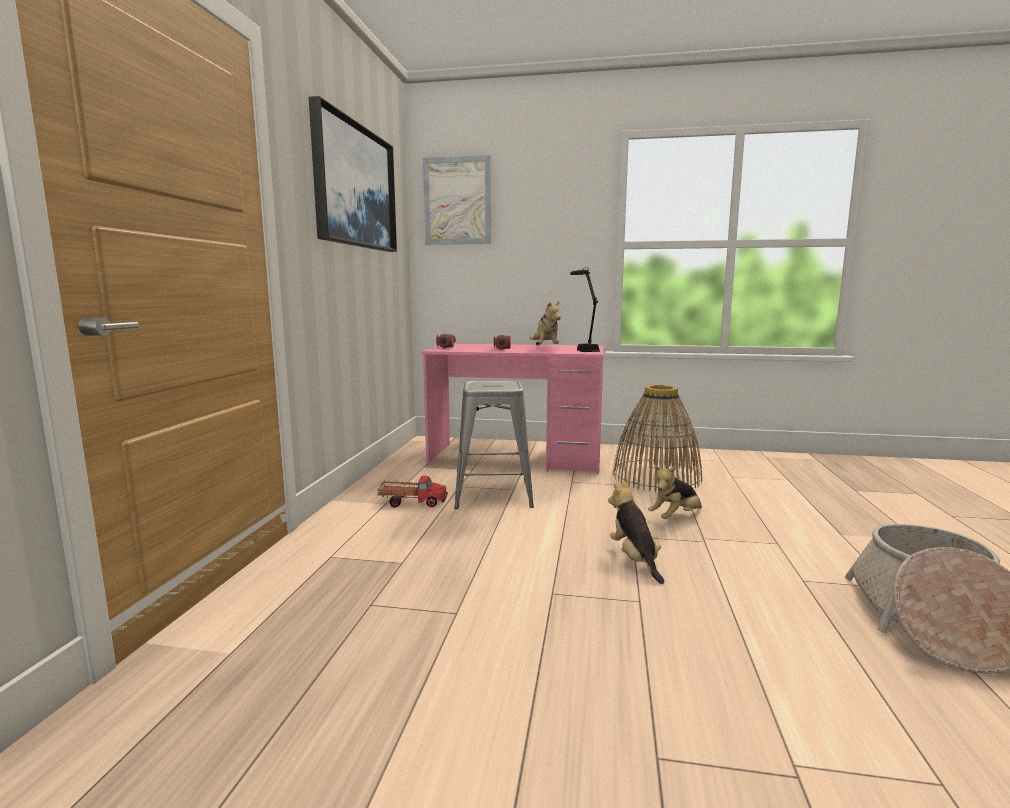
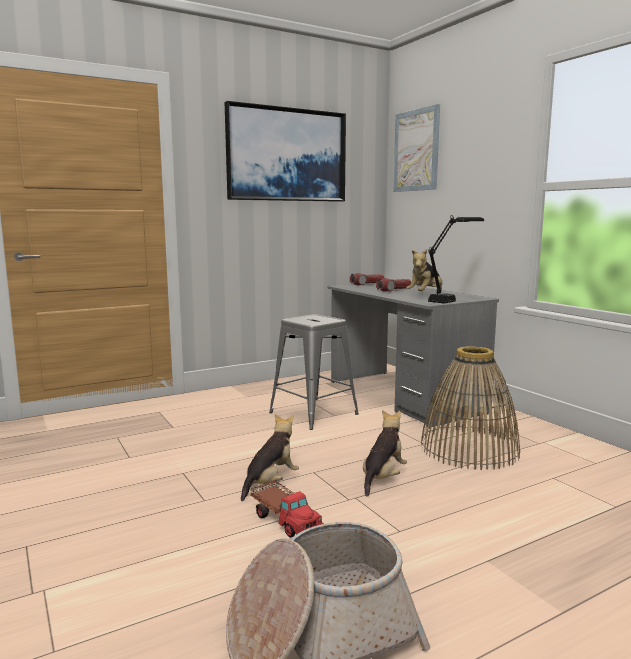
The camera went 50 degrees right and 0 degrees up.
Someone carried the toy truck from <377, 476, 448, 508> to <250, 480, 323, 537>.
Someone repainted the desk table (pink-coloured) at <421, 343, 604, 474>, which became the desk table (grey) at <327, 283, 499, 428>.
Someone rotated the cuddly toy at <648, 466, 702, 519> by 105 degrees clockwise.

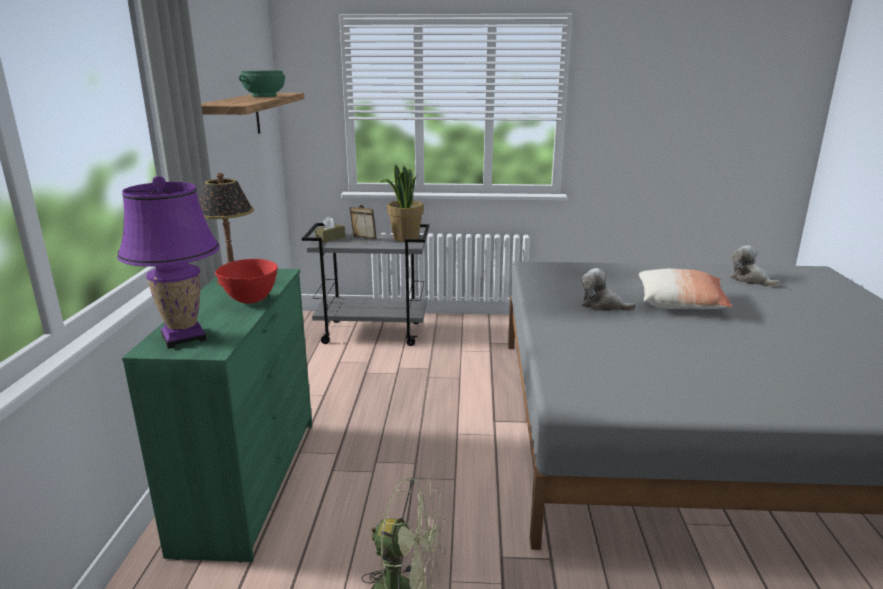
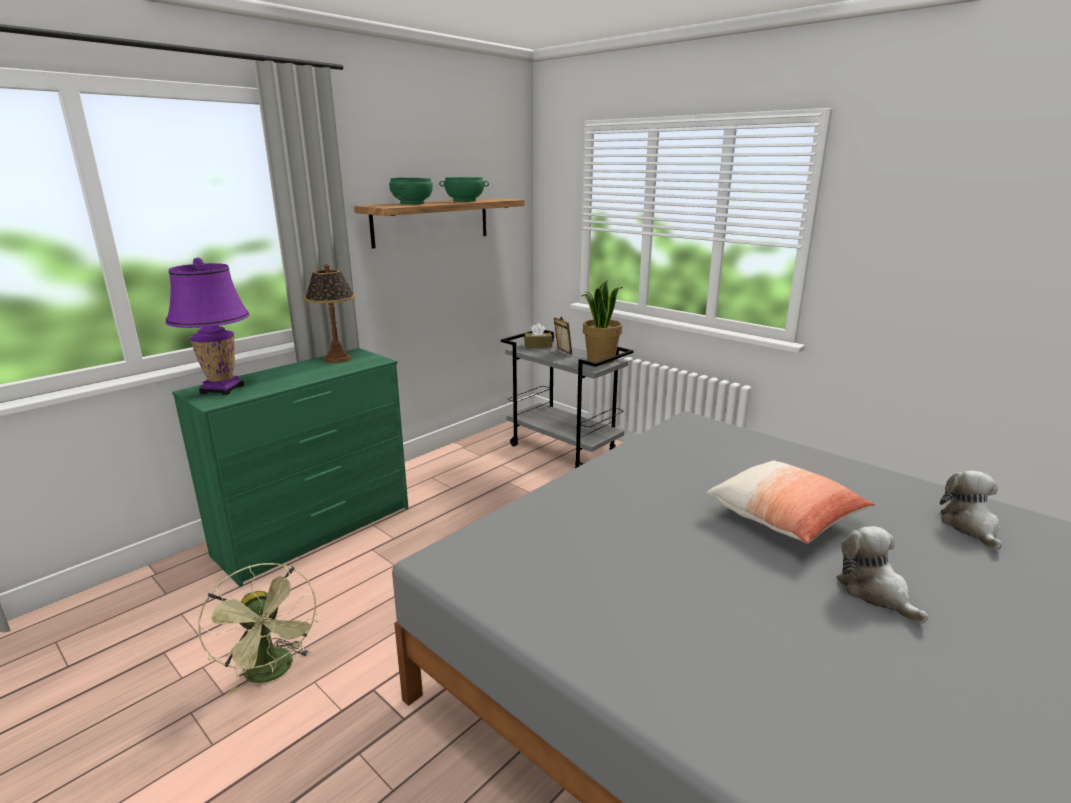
The camera went 40 degrees right and 0 degrees up.
Someone took away the bowl (reddish) at <215, 259, 278, 304>.
Someone carried the cuddly toy from <581, 268, 637, 311> to <836, 526, 928, 624>.
Someone put down the bowl (greenish) at <389, 178, 433, 204>.

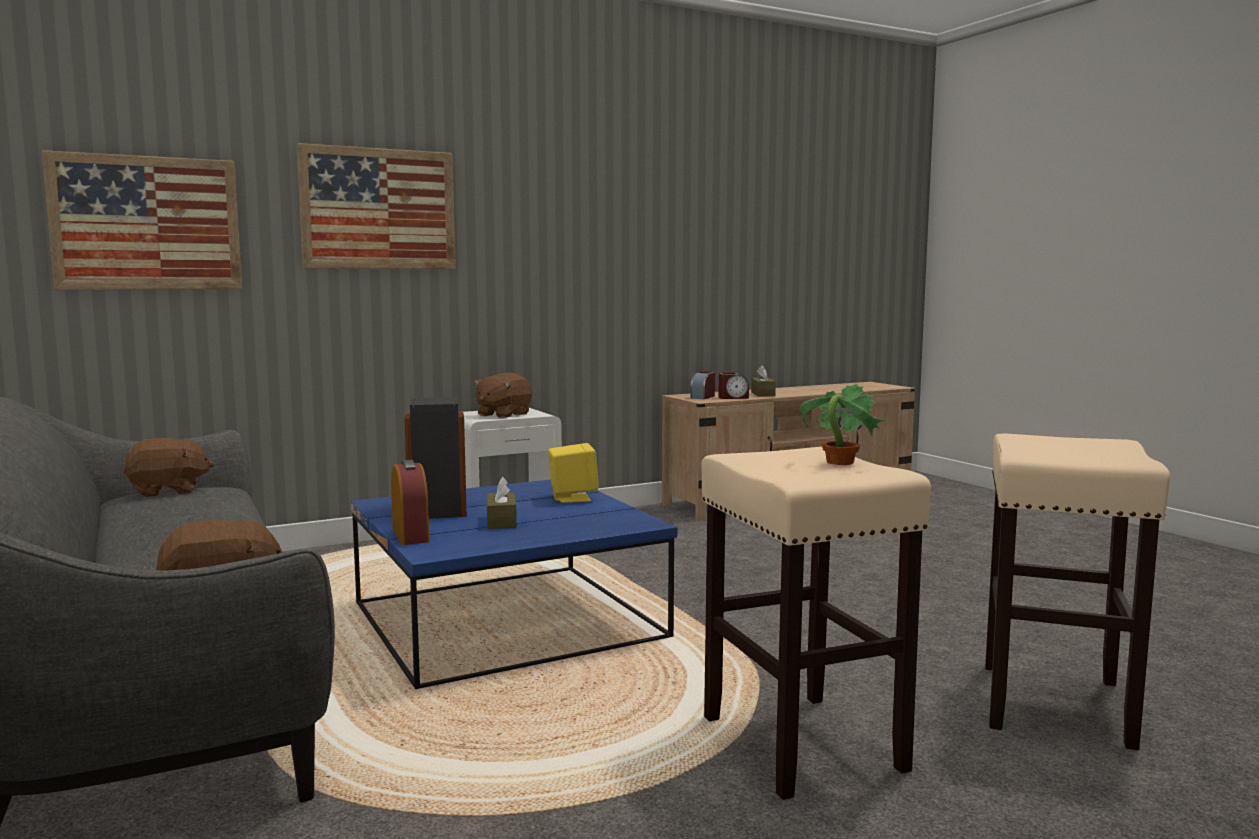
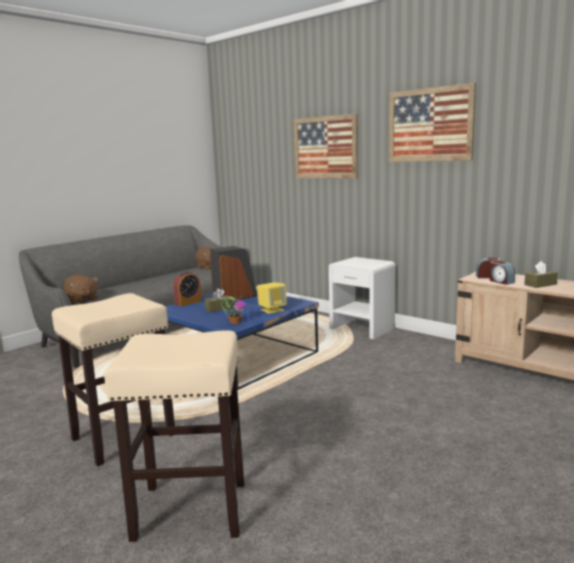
The camera went 70 degrees right and 5 degrees up.
Someone carried the picture from <42, 150, 242, 290> to <389, 83, 476, 162>.
Someone took away the cuddly toy (brown-coloured) at <474, 373, 532, 418>.
Someone carried the houseplant from <800, 384, 885, 465> to <221, 295, 246, 324>.

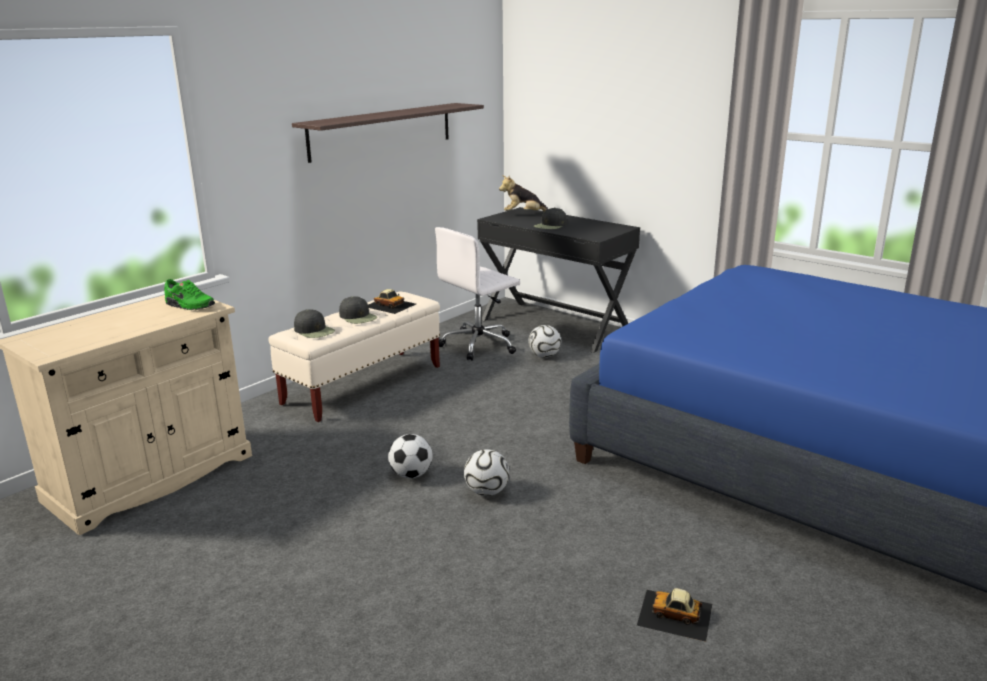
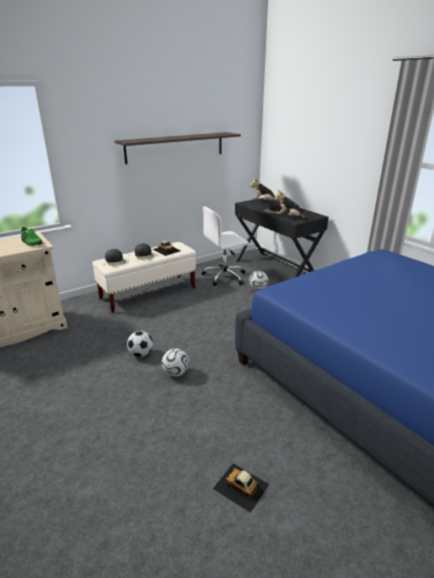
The camera went 15 degrees right and 5 degrees up.
Someone put down the cuddly toy at <274, 190, 309, 220>.

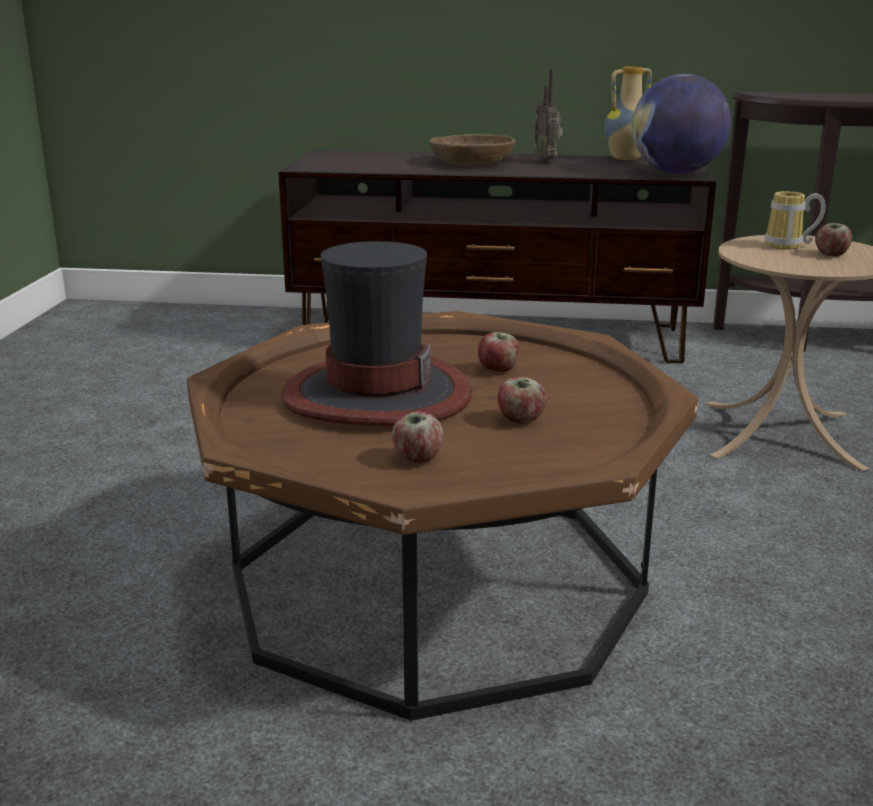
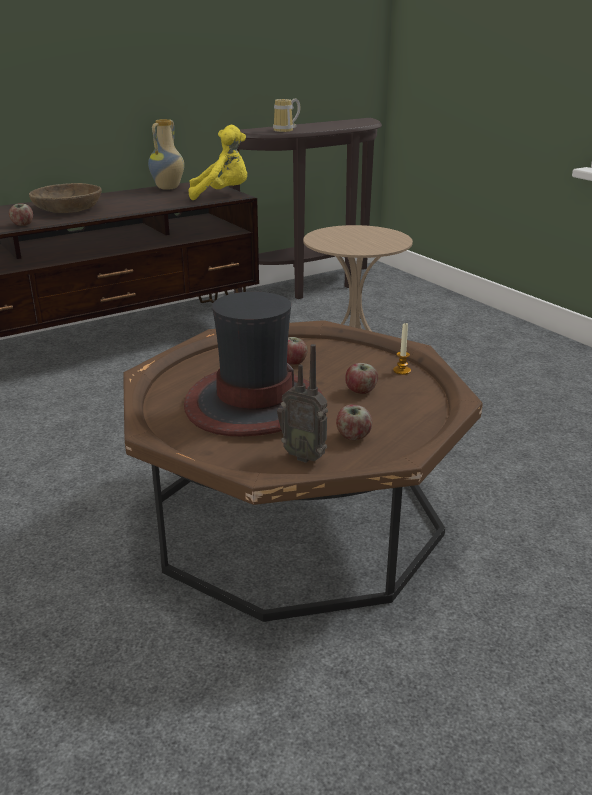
The camera went 40 degrees left and 5 degrees up.
Someone carried the radio receiver from <535, 69, 563, 162> to <277, 344, 328, 463>.
Someone swapped the world globe at <632, 74, 731, 174> for the cuddly toy (yellow-coloured) at <189, 125, 247, 200>.
Someone carried the tea mug from <764, 191, 826, 249> to <273, 99, 300, 132>.
Someone carried the apple fruit from <815, 223, 852, 256> to <9, 203, 33, 226>.
Someone put down the candle at <393, 322, 411, 375>.

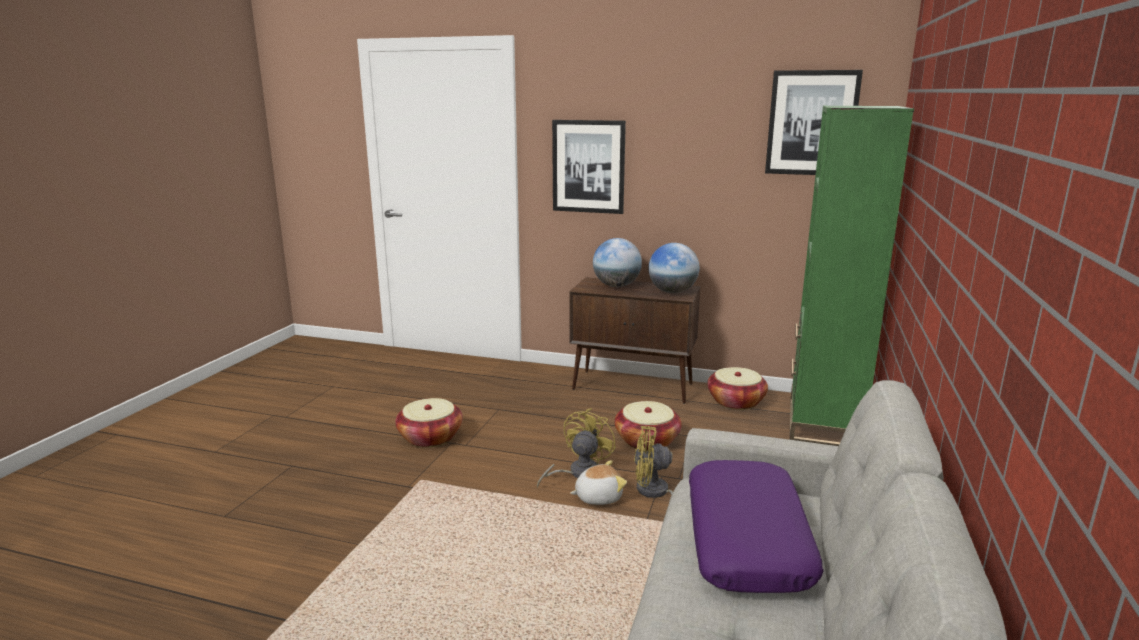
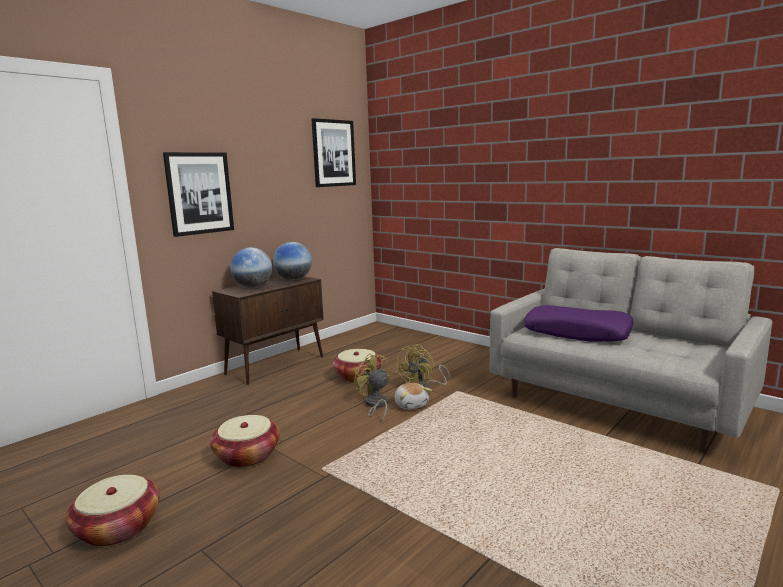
The camera went 65 degrees left and 5 degrees down.
Someone rotated the cuddly toy at <570, 460, 627, 505> by 150 degrees clockwise.
Someone carried the basket from <707, 367, 768, 410> to <65, 475, 160, 547>.
Someone took away the bookshelf (greenish) at <790, 106, 914, 446>.

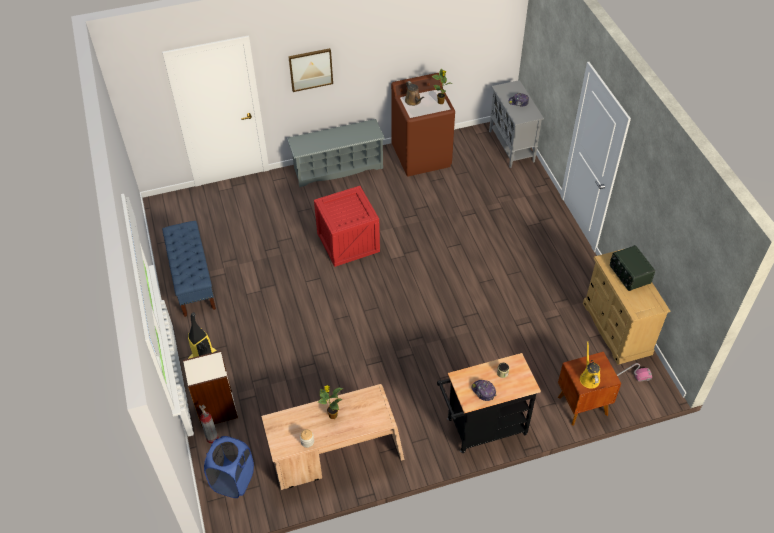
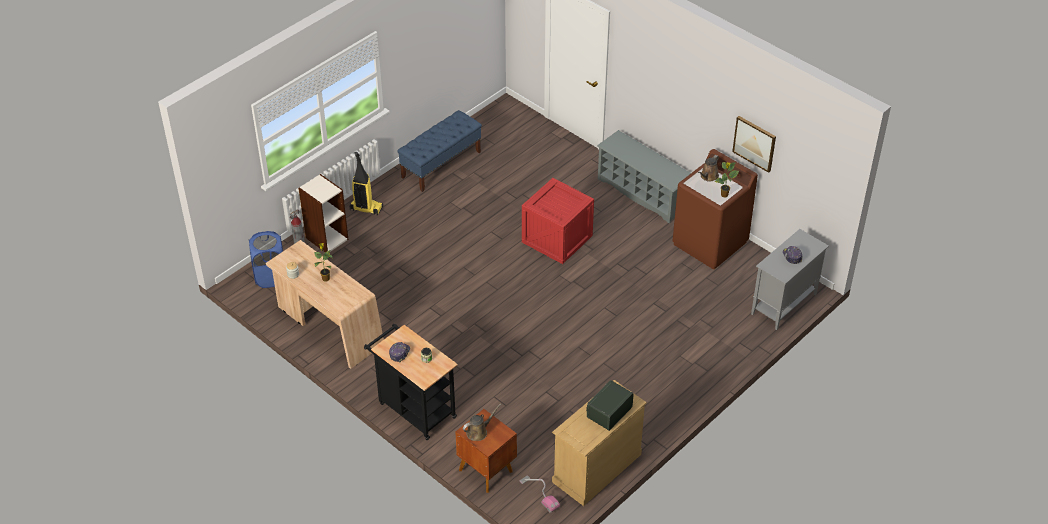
The camera went 60 degrees right and 5 degrees down.
Someone carried the picture from <288, 48, 333, 92> to <732, 116, 776, 173>.
Someone repainted the sprinkling can (yellow-coloured) at <580, 341, 600, 389>, which became the sprinkling can (brown-coloured) at <463, 403, 501, 441>.

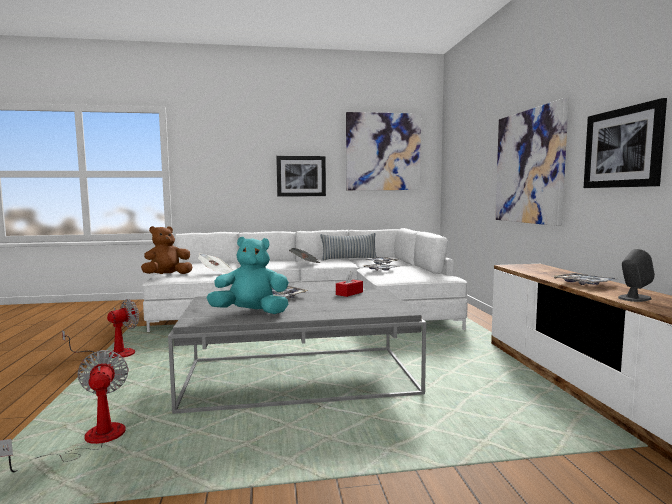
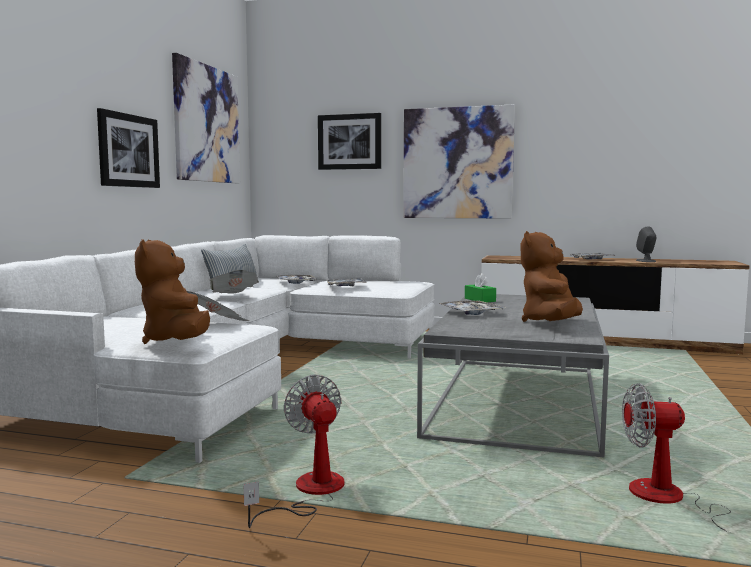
The camera went 65 degrees left and 0 degrees up.
Someone repainted the cuddly toy (turquoise-coloured) at <206, 237, 289, 314>, which became the cuddly toy (brown-coloured) at <521, 231, 583, 322>.
Someone repainted the box of tissues (reddish) at <336, 271, 363, 297>, which became the box of tissues (greenish) at <465, 273, 496, 302>.
Someone carried the picture from <584, 98, 667, 188> to <318, 113, 381, 170>.

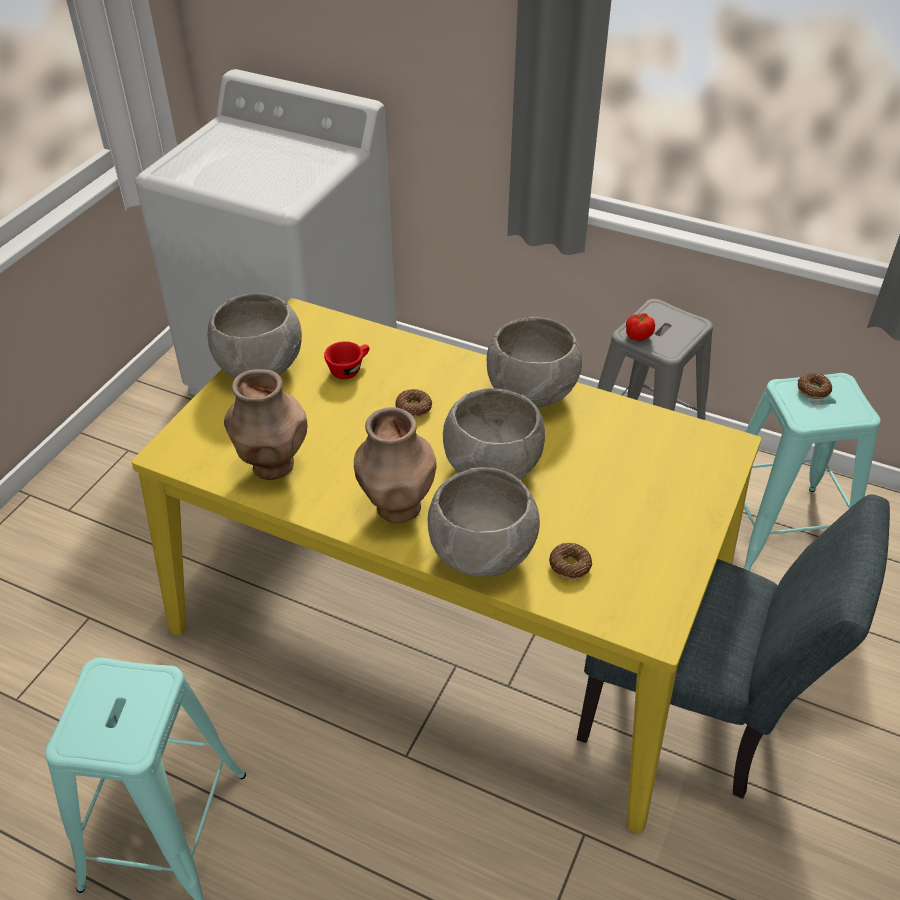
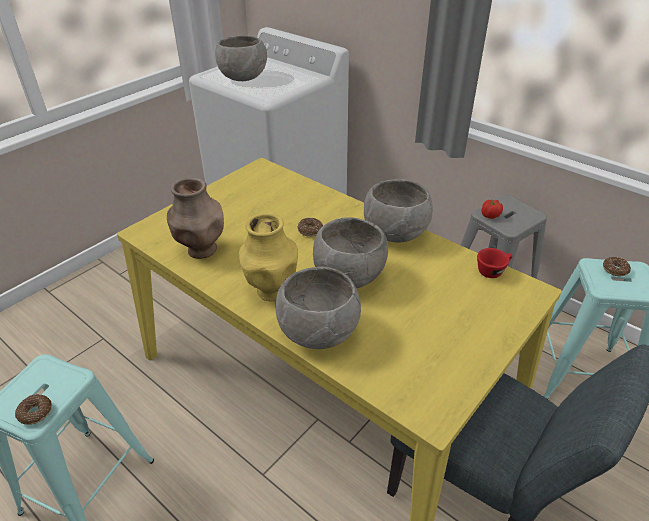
The camera went 15 degrees right and 5 degrees down.
Someone carried the bowl (grey) from <207, 293, 302, 378> to <215, 35, 267, 81>.
Someone carried the small cup (reddish) from <324, 341, 370, 379> to <477, 248, 512, 278>.
Someone repainted the flower vase (brown-coloured) at <354, 407, 437, 523>, which became the flower vase (yellow-coloured) at <239, 213, 298, 302>.
Someone carried the ring doughnut from <549, 543, 592, 580> to <15, 394, 52, 425>.

